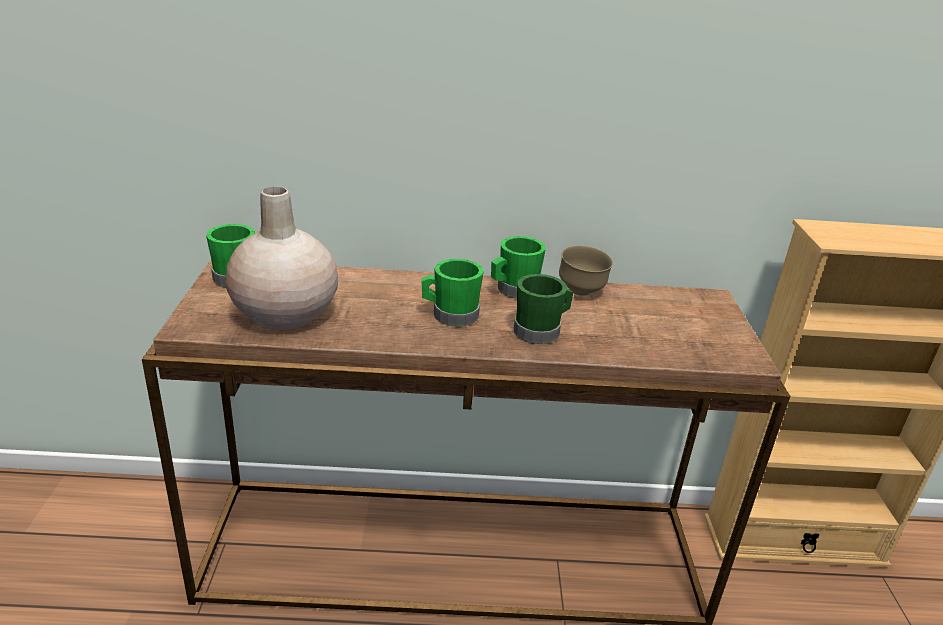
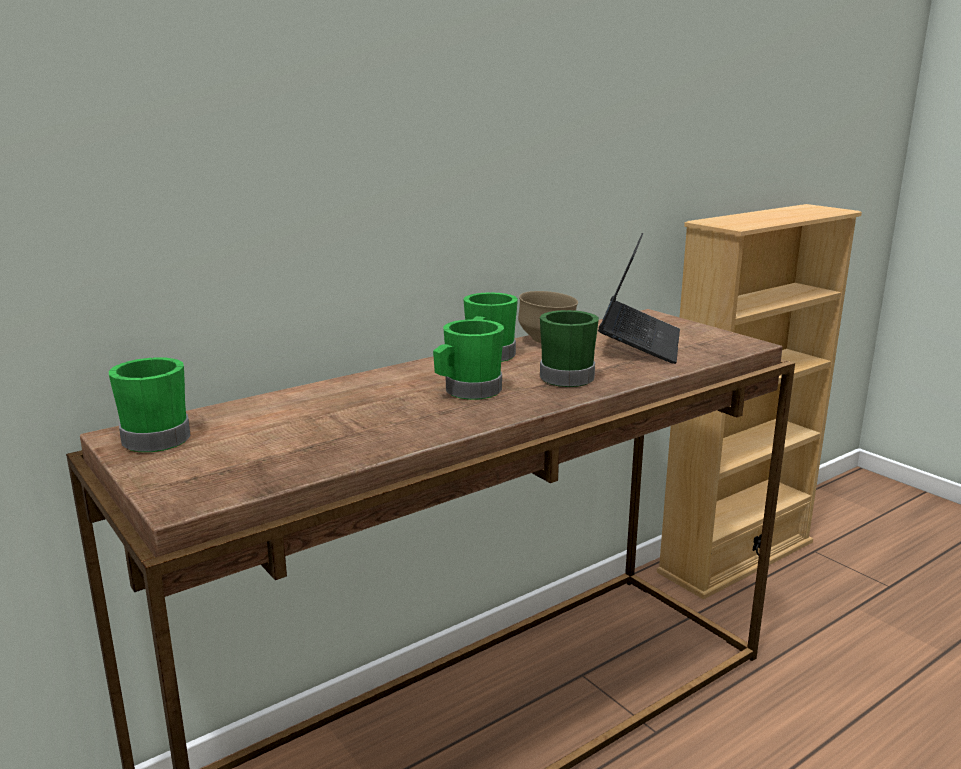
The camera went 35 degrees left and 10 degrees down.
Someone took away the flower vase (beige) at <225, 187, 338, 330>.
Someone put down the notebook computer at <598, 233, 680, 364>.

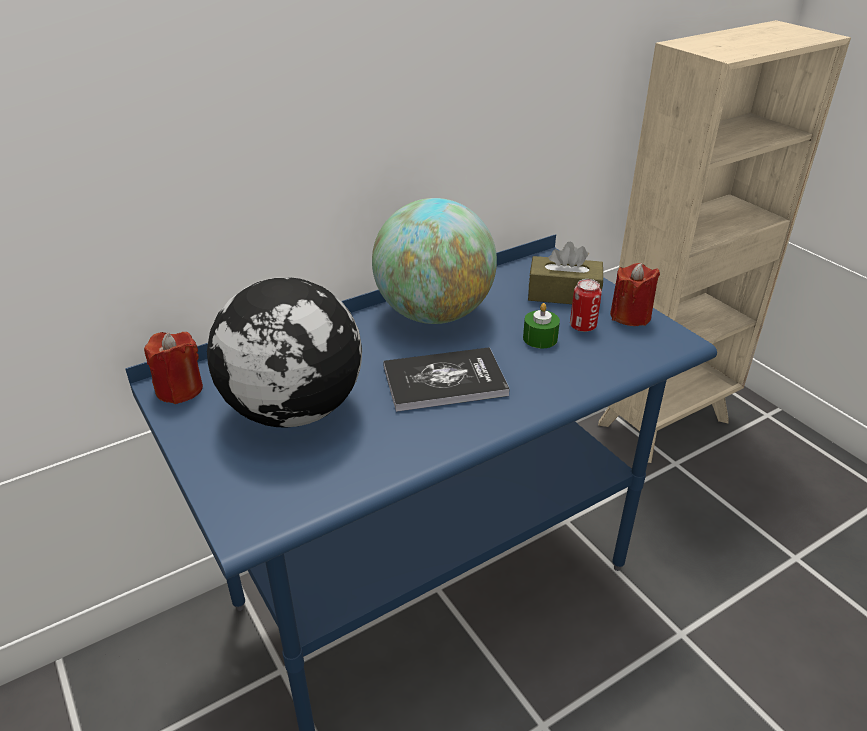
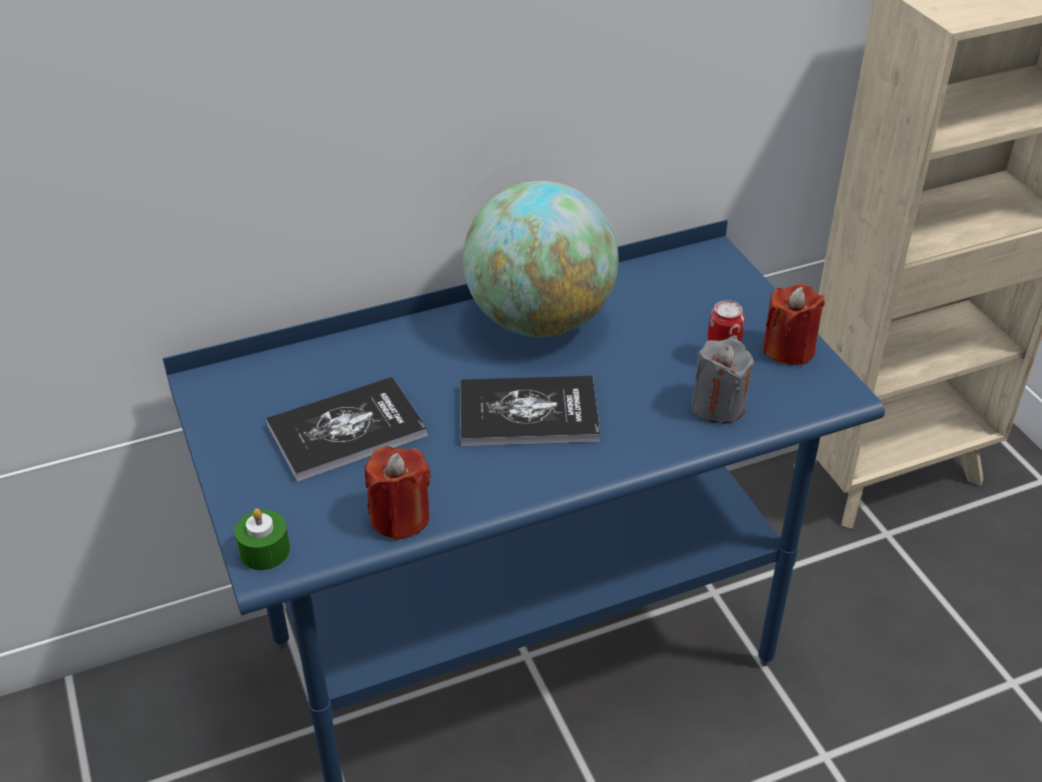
The camera went 10 degrees right and 5 degrees up.
Someone carried the candle (reddish) from <144, 332, 203, 404> to <364, 446, 431, 540>.
Someone swapped the world globe at <207, 277, 362, 428> for the bound book at <266, 377, 428, 482>.
Someone carried the candle (greenish) from <523, 303, 560, 348> to <235, 508, 290, 570>.
Someone took away the box of tissues (brown-coloured) at <528, 241, 603, 304>.
Someone put down the candle (grey) at <691, 338, 754, 424>.

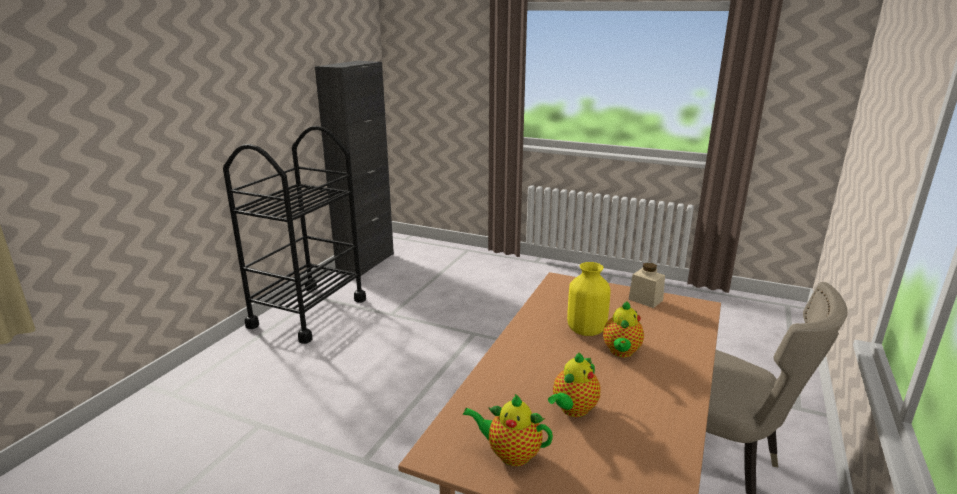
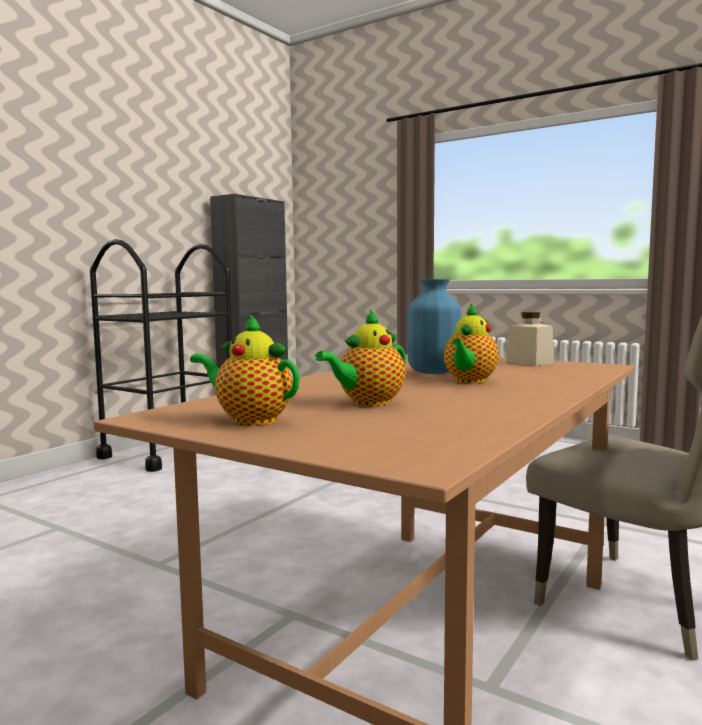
The camera went 10 degrees right and 15 degrees down.
Someone repainted the flower vase (yellow-coloured) at <567, 262, 611, 336>, which became the flower vase (blue) at <408, 279, 461, 374>.

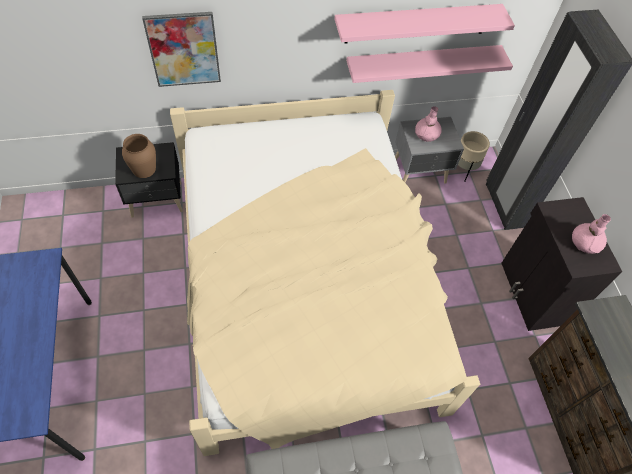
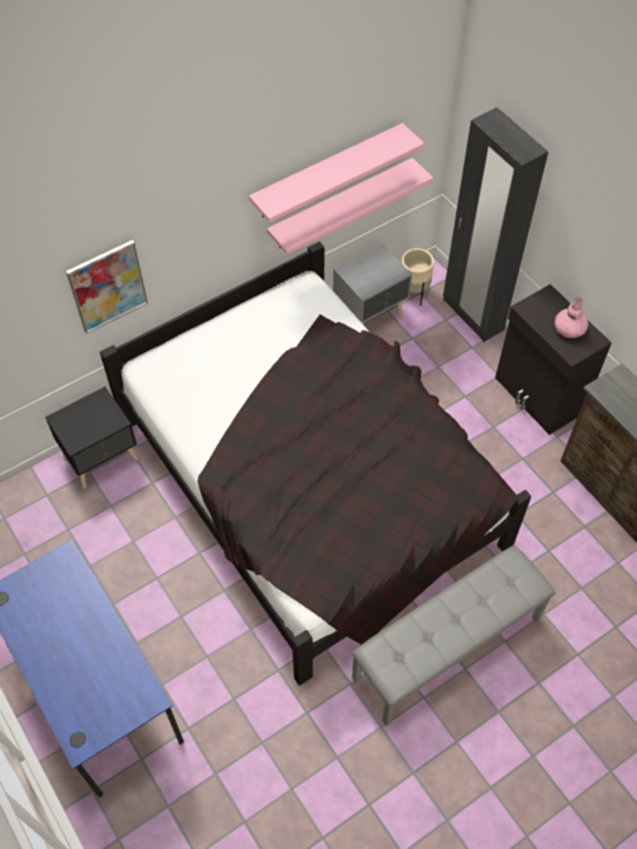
The camera went 20 degrees left and 0 degrees up.
Someone took away the flower vase (brown-coloured) at <122, 134, 156, 178>.
Someone repainted the bed (beige) at <170, 90, 480, 456>, which became the bed (black-coloured) at <100, 242, 531, 685>.
Someone took away the flower vase (pink-coloured) at <415, 106, 442, 142>.

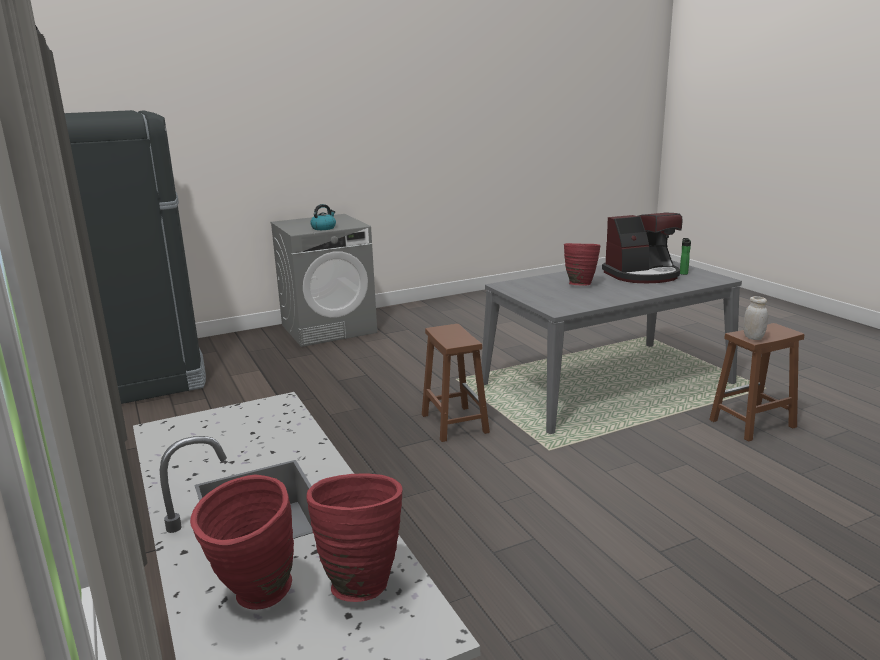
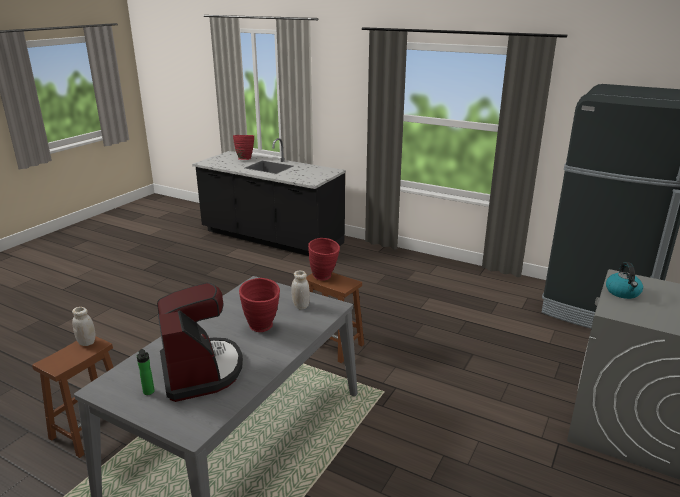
The camera went 145 degrees right and 5 degrees up.
Someone carried the flower vase (reddish) from <306, 473, 402, 602> to <308, 238, 340, 281>.
Someone rotated the coffee brewer at <602, 213, 683, 283> by 120 degrees clockwise.
Someone put down the jar (white-coloured) at <291, 270, 310, 309>.

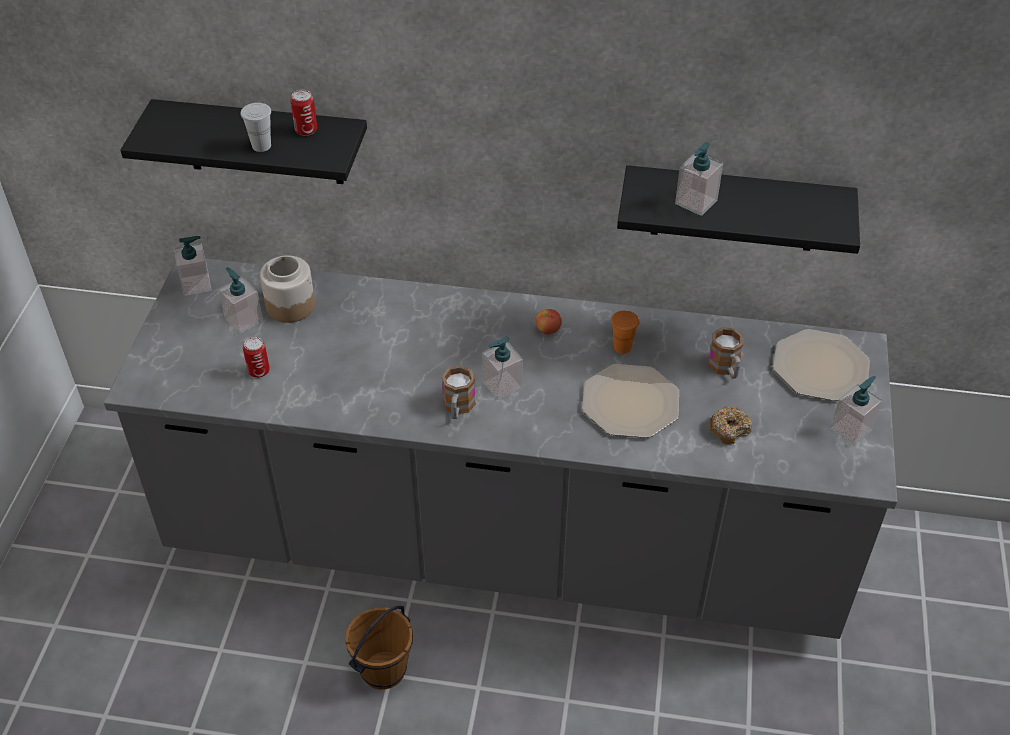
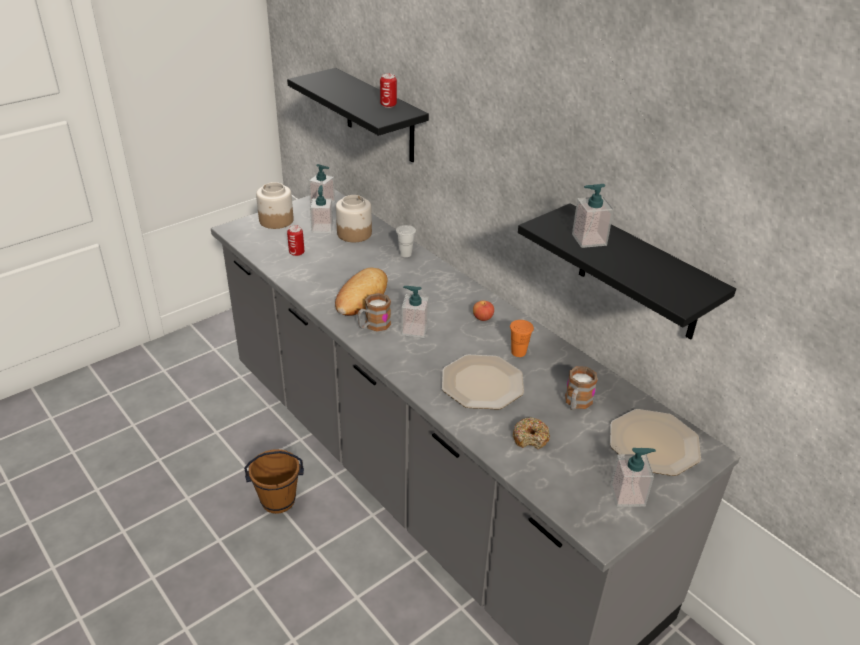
The camera went 40 degrees right and 10 degrees down.
Someone carried the small cup (white-coloured) from <241, 103, 271, 152> to <396, 225, 416, 257>.
Someone put down the jar at <256, 182, 294, 229>.
Someone put down the baked bread at <335, 268, 387, 316>.

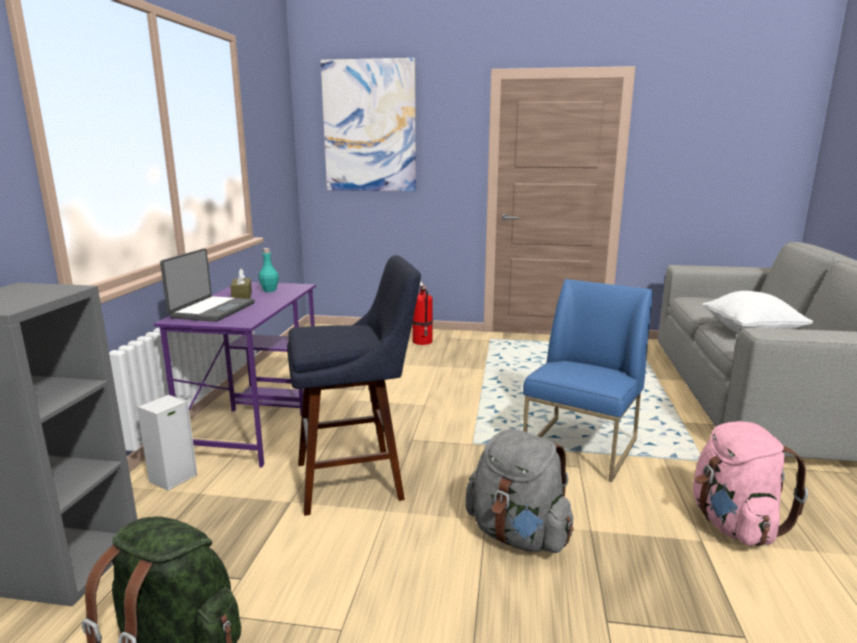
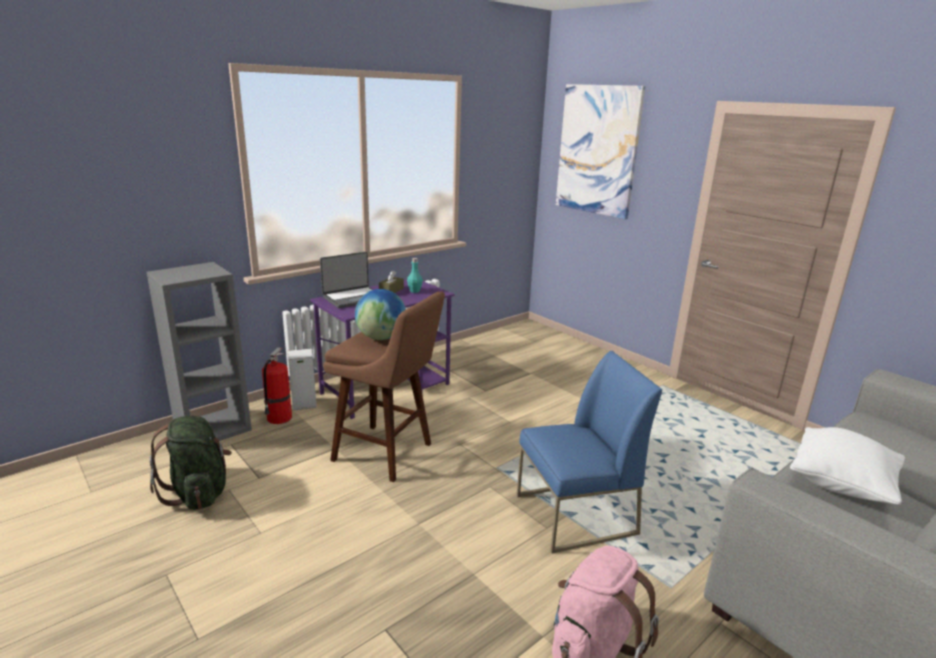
The camera went 40 degrees right and 5 degrees up.
Someone repainted the stool seat (blue) at <287, 255, 421, 516>, which became the stool seat (brown-coloured) at <323, 291, 445, 482>.
Someone carried the fire extinguisher from <412, 281, 433, 345> to <262, 347, 292, 424>.
Someone took away the knapsack (grey) at <465, 429, 574, 553>.
Someone put down the world globe at <355, 289, 406, 340>.

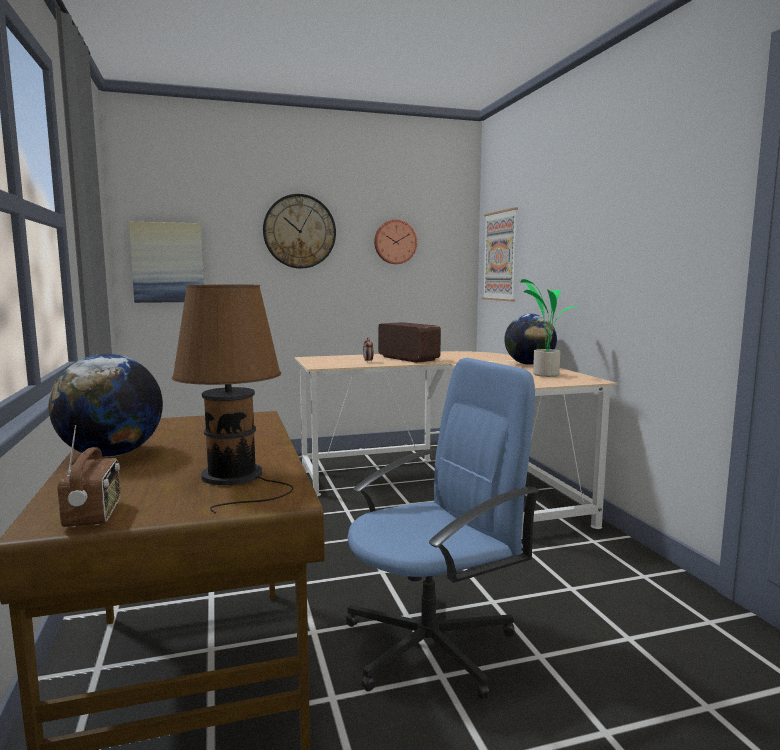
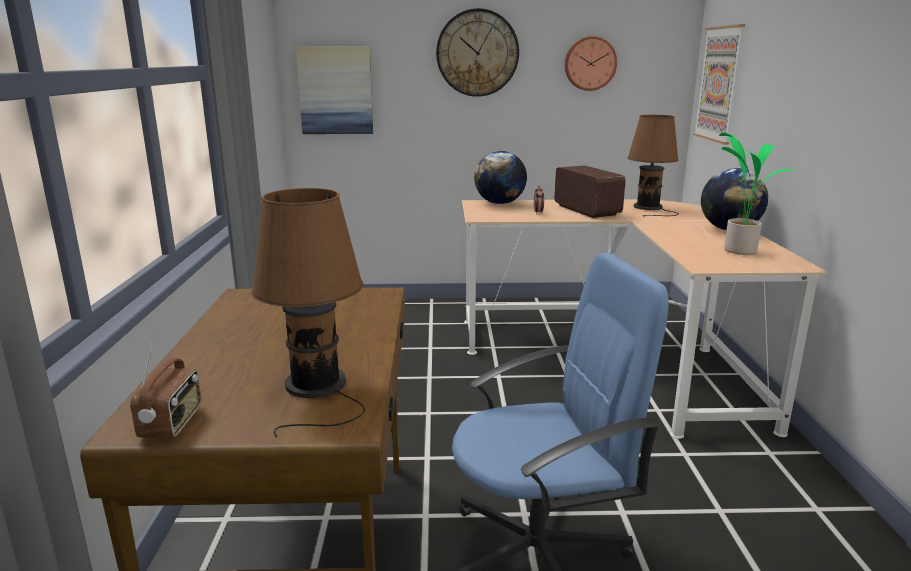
The camera went 15 degrees right and 10 degrees up.
Someone carried the world globe from <49, 354, 163, 457> to <474, 151, 527, 204>.
Someone put down the table lamp (brown-coloured) at <627, 115, 679, 217>.

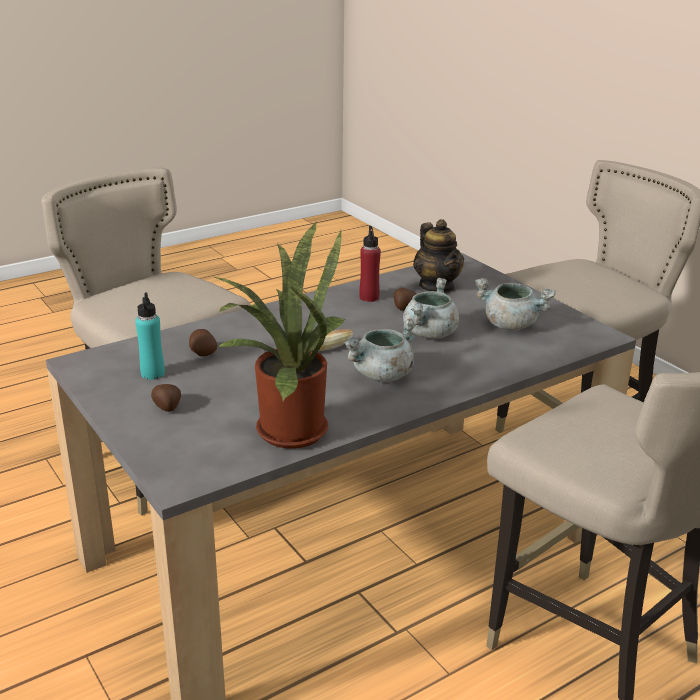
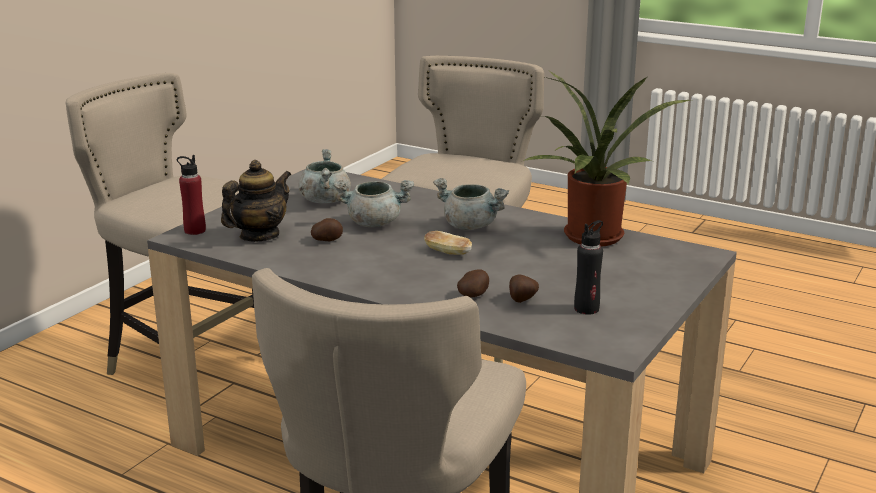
The camera went 115 degrees left and 5 degrees down.
Someone repainted the beverage bottle (turquoise-coloured) at <135, 293, 165, 380>, which became the beverage bottle (black-coloured) at <574, 220, 603, 315>.
Someone carried the potato from <151, 384, 181, 412> to <457, 269, 489, 298>.
Someone carried the beverage bottle (reddish) from <359, 226, 381, 302> to <177, 155, 206, 235>.

